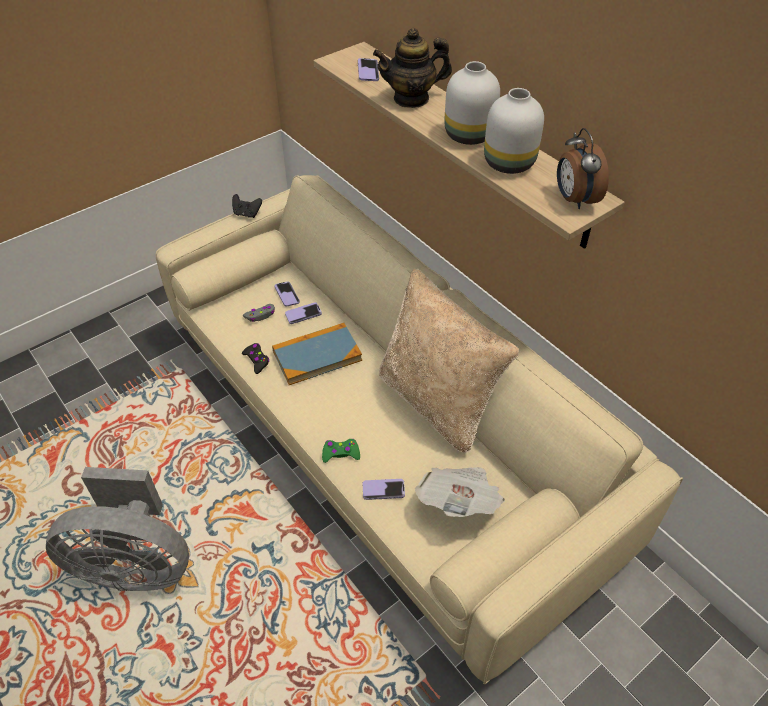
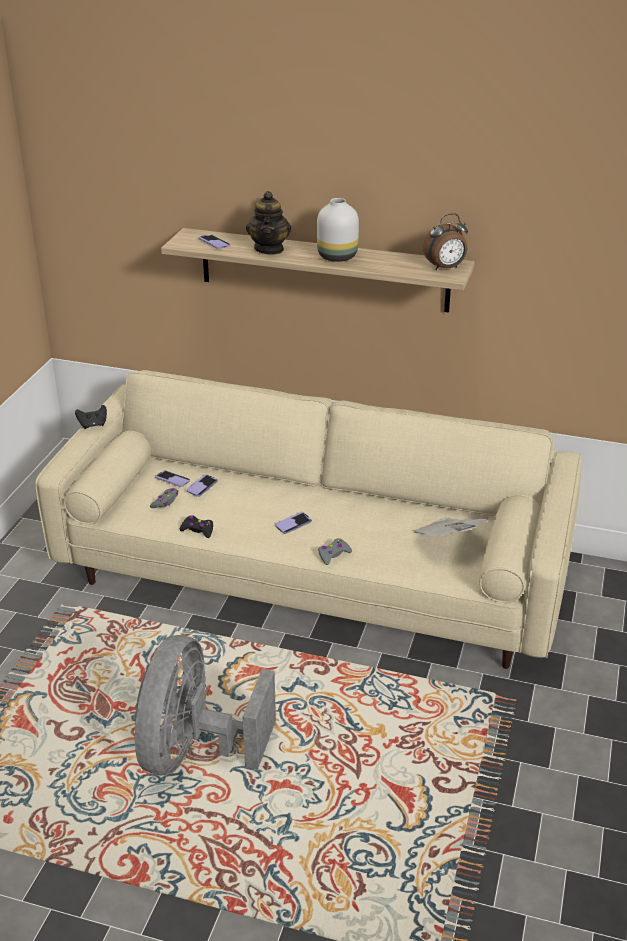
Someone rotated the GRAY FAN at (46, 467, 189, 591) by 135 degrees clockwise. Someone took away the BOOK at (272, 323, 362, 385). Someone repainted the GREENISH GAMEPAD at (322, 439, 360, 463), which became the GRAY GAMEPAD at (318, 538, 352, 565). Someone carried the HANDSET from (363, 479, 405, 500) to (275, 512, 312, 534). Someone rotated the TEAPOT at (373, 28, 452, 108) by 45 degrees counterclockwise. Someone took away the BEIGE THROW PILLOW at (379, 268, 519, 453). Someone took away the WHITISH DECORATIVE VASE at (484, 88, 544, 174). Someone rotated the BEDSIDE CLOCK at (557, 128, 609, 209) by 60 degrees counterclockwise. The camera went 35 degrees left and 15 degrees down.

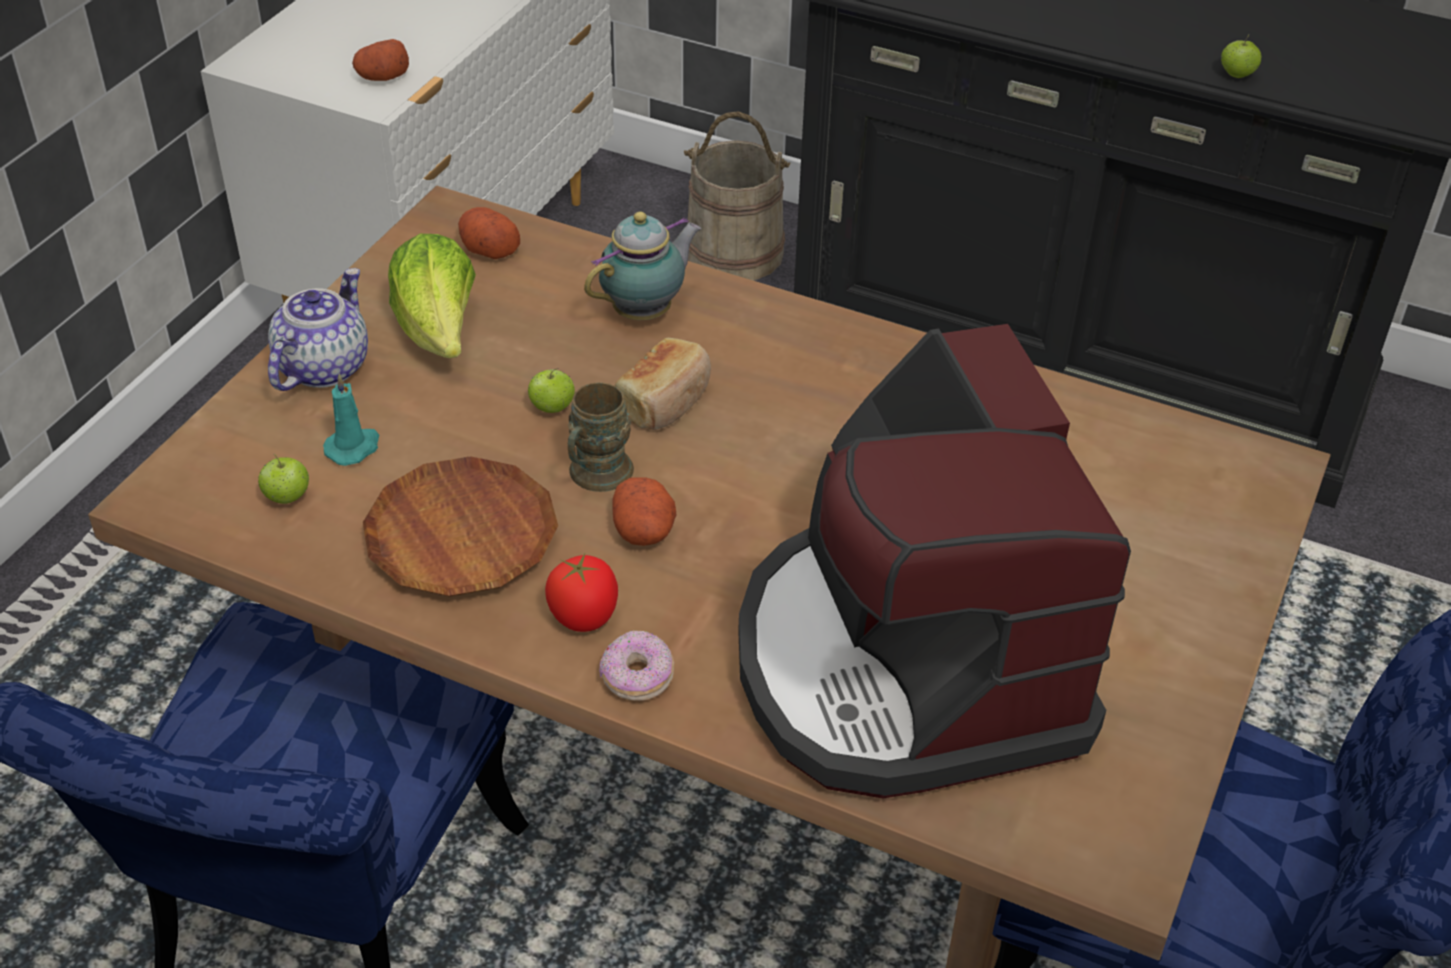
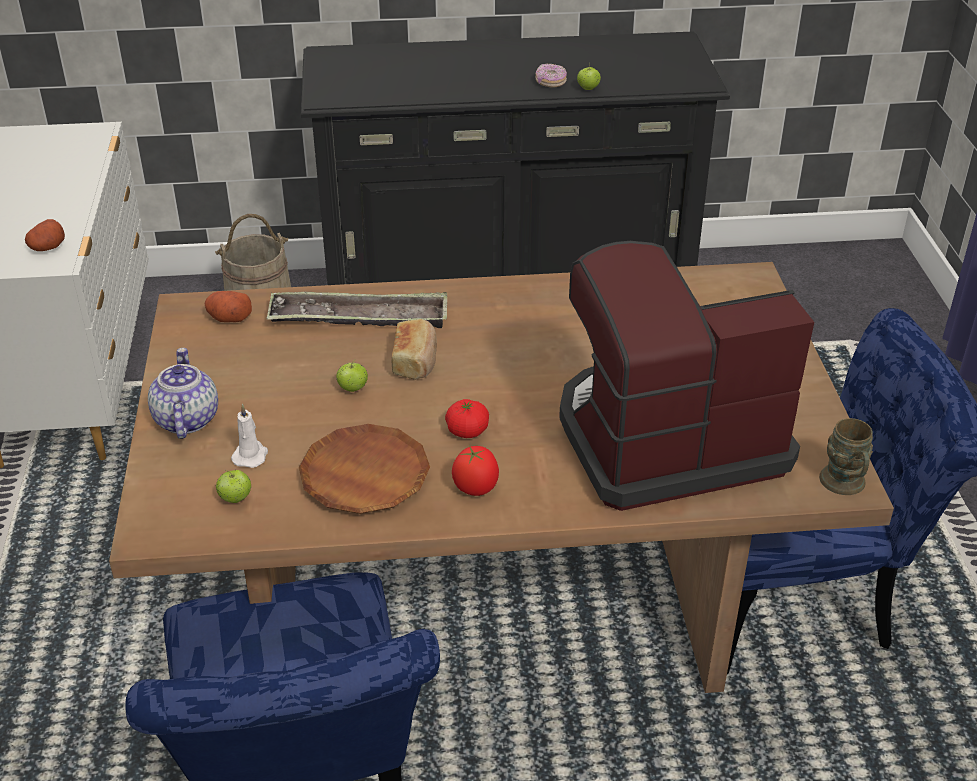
Someone repainted the TURQUOISE CANDLE at (323, 373, 379, 466), which became the WHITISH CANDLE at (231, 404, 268, 468). Someone took away the LETTUCE HEAD at (388, 234, 476, 358). Someone carried the BROWN TEA MUG from (568, 382, 634, 492) to (819, 418, 873, 495). Someone swapped the TEAPOT at (584, 212, 701, 320) for the SERVING TRAY at (266, 292, 447, 328). Someone carried the DOUGHNUT from (599, 631, 674, 701) to (535, 64, 567, 88). Someone swapped the WHOLE POTATO at (612, 477, 676, 546) for the FRESH TOMATO at (445, 399, 489, 438). Someone rotated the COFFEE BREWER at (738, 324, 1131, 798) by 120 degrees clockwise. The camera went 30 degrees left and 5 degrees down.

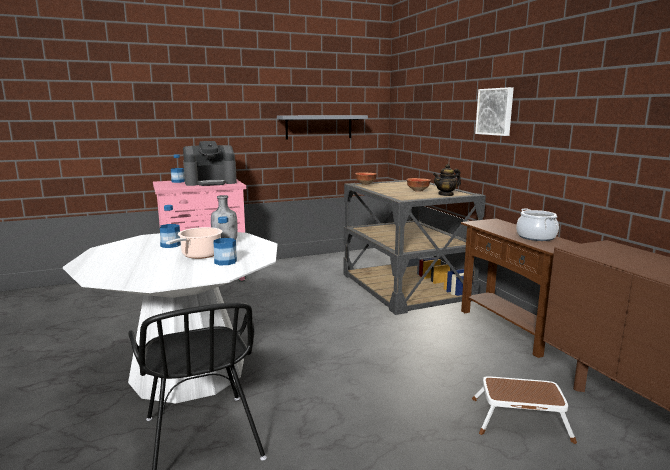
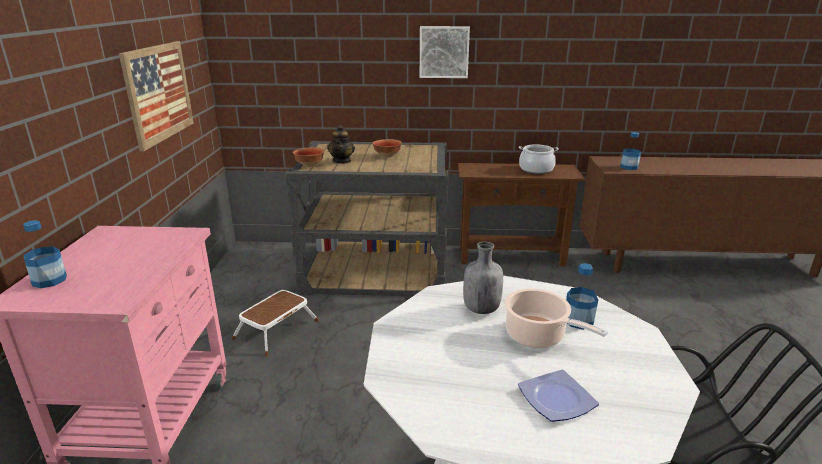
Someone carried the BOTTLE from (160, 205, 181, 248) to (620, 132, 641, 170). Someone took away the COFFEE BREWER at (183, 141, 237, 186). Someone swapped the GRAY WALL SHELF at (277, 115, 368, 140) for the WALL PICTURE at (119, 41, 194, 151). Someone carried the TEAPOT from (433, 164, 461, 196) to (327, 125, 355, 164). Someone carried the BROWN STEP STOOL from (472, 376, 577, 444) to (232, 290, 319, 357). Someone put down the PLATE at (518, 370, 599, 422). The camera went 65 degrees left and 10 degrees up.

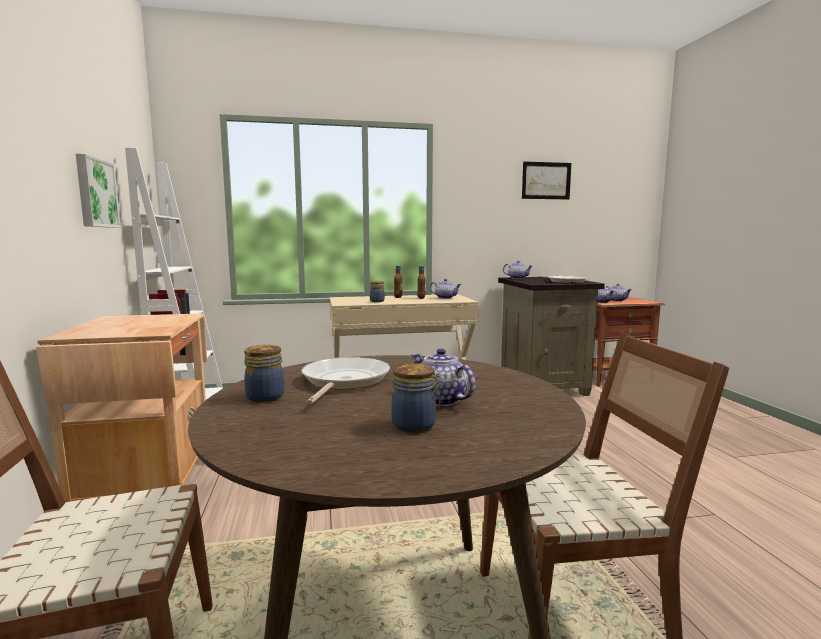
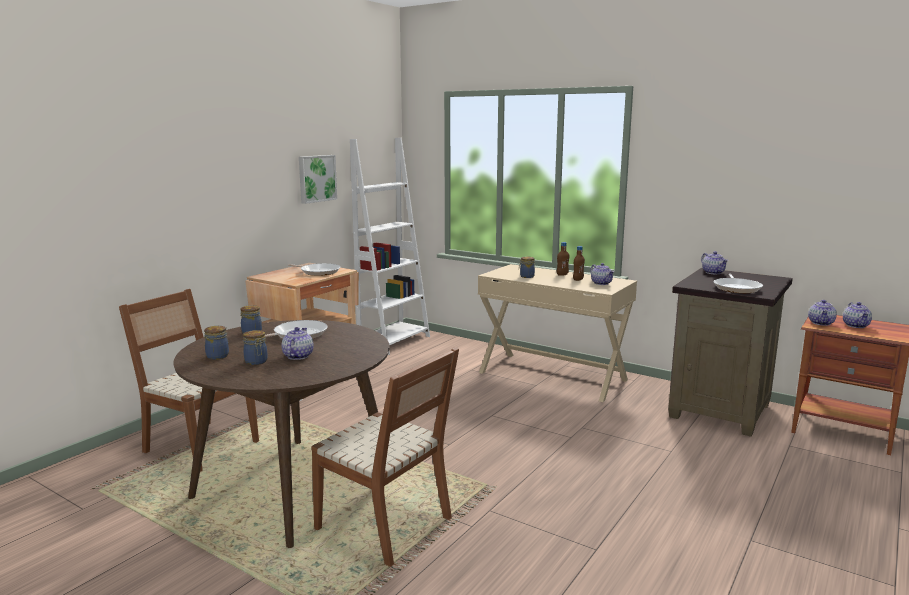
Someone took away the WALL PICTURE at (522, 162, 571, 200). Someone put down the STORAGE JAR at (204, 326, 229, 360). Someone put down the SKILLET at (288, 263, 340, 276). The camera went 45 degrees right and 5 degrees up.

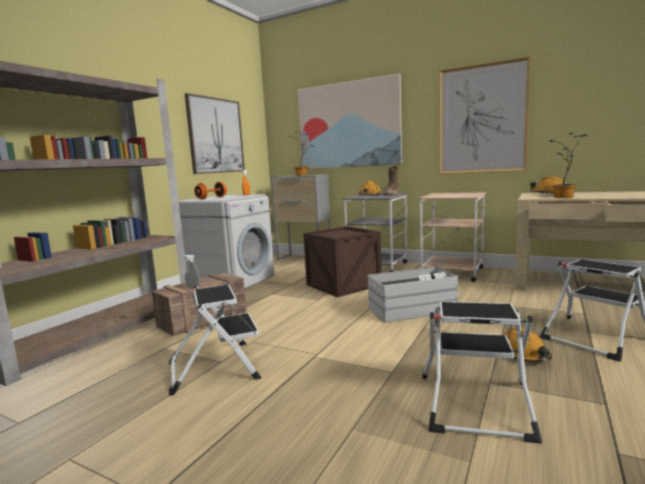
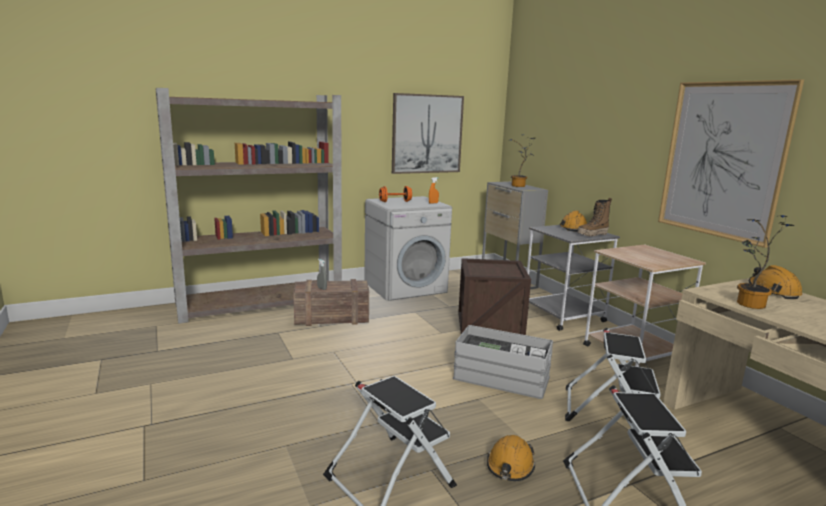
Someone carried the STEP STOOL from (169, 284, 261, 396) to (565, 328, 661, 421). Someone took away the WALL PICTURE at (297, 73, 402, 169). The camera went 35 degrees right and 5 degrees up.

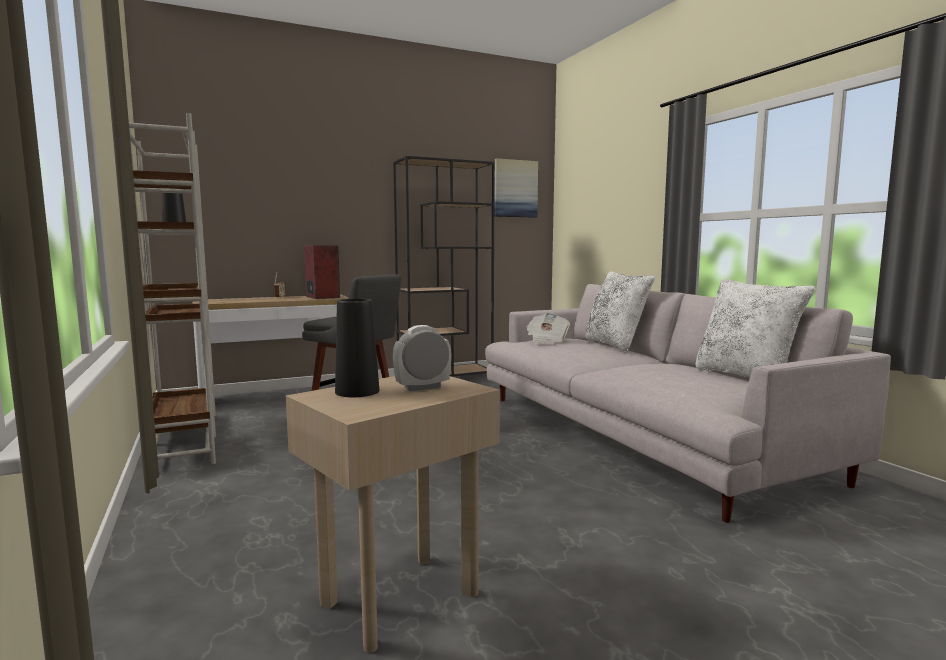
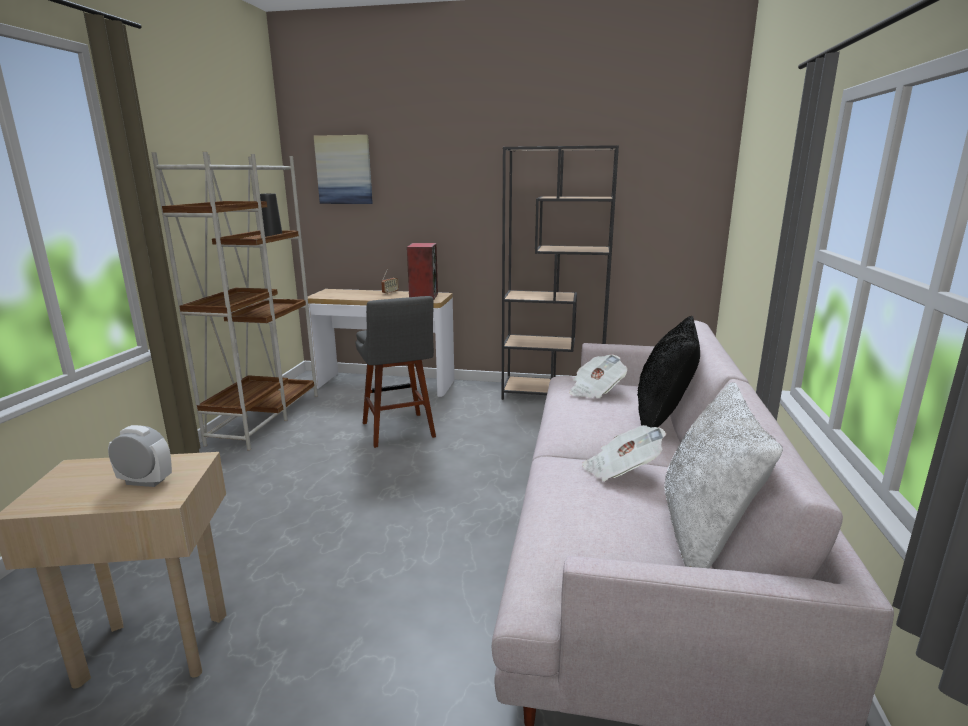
Someone took away the BLACK-COLOURED DECORATIVE VASE at (335, 299, 379, 397). Someone carried the WALL PICTURE from (494, 158, 538, 218) to (314, 135, 373, 204). Someone repainted the WHITISH THROW PILLOW at (586, 272, 655, 352), which became the BLACK-COLOURED THROW PILLOW at (637, 316, 700, 428). Someone put down the DAILY PAPER at (582, 425, 666, 481). The camera went 35 degrees right and 10 degrees up.

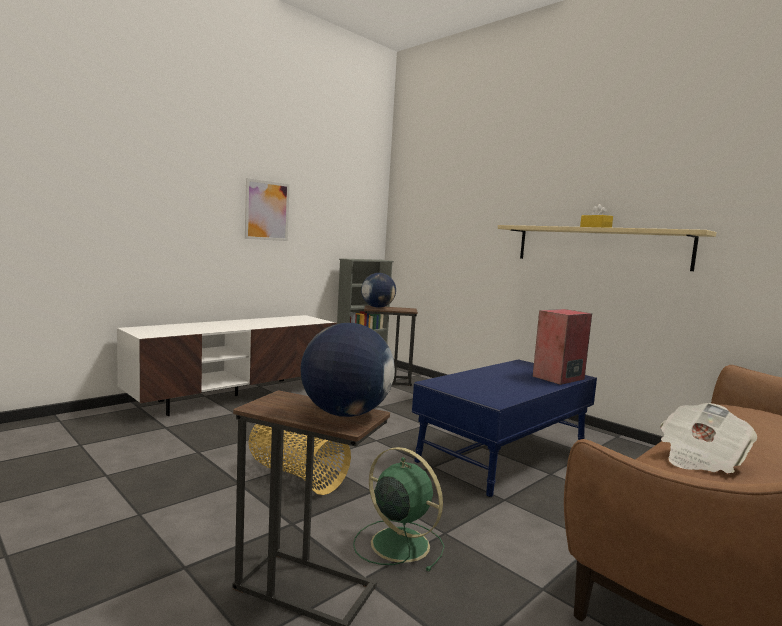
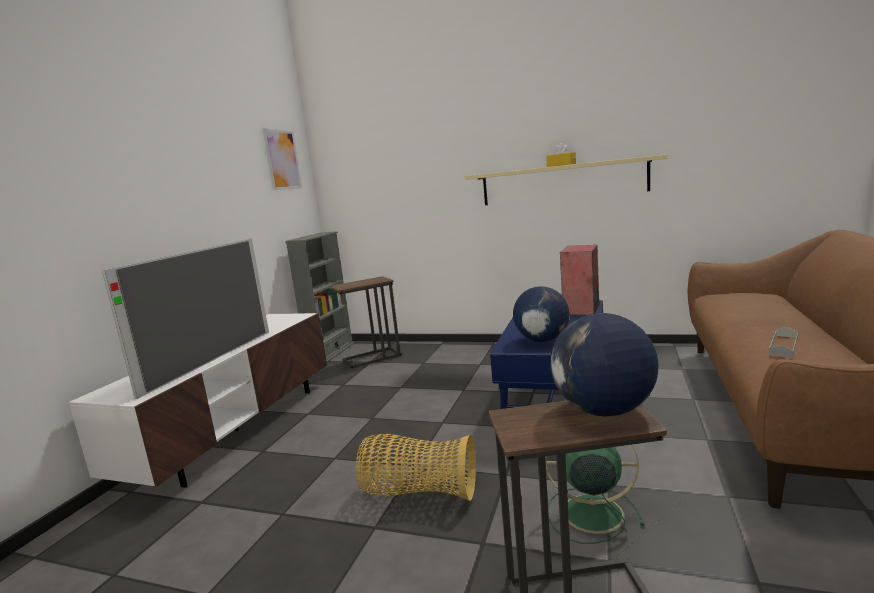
Someone carried the WALL PICTURE from (245, 178, 290, 241) to (263, 128, 302, 190). Someone carried the DESK GLOBE from (361, 273, 396, 308) to (513, 286, 570, 342). Someone swapped the DAILY PAPER at (660, 403, 758, 473) for the GRAY SERVING TRAY at (769, 327, 798, 357). Someone put down the TELEVISION at (102, 239, 269, 399). The camera went 25 degrees left and 5 degrees up.

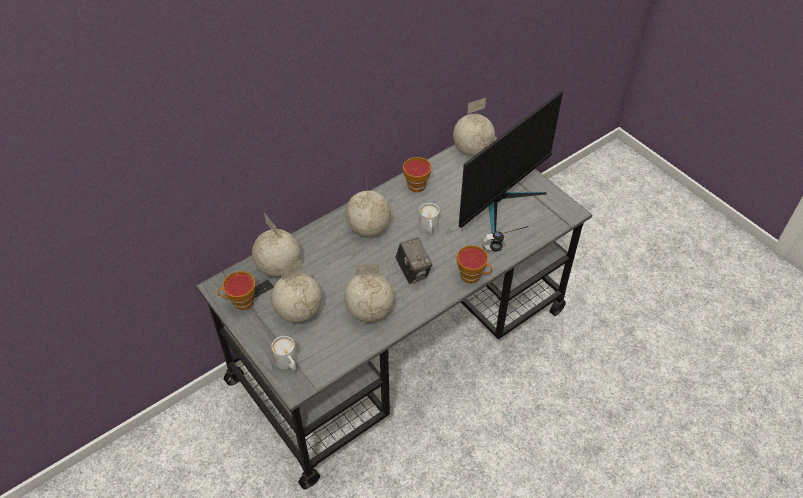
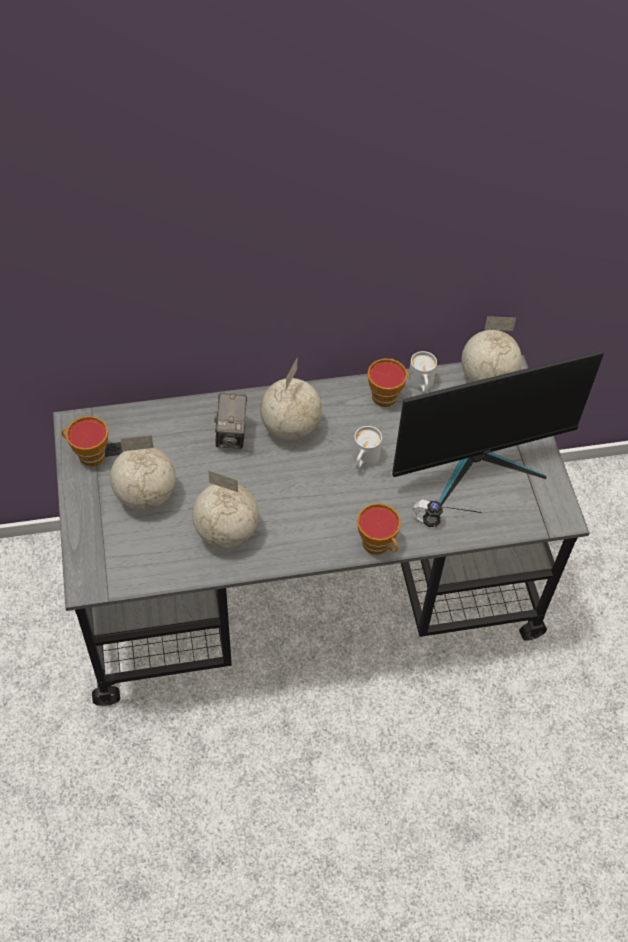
Someone took away the DESK GLOBE at (252, 213, 300, 277). Someone carried the WHITISH TEA MUG from (272, 336, 297, 371) to (408, 351, 437, 394). Someone carried the STILL CAMERA from (396, 237, 433, 284) to (214, 393, 247, 449). The camera went 25 degrees right and 5 degrees up.

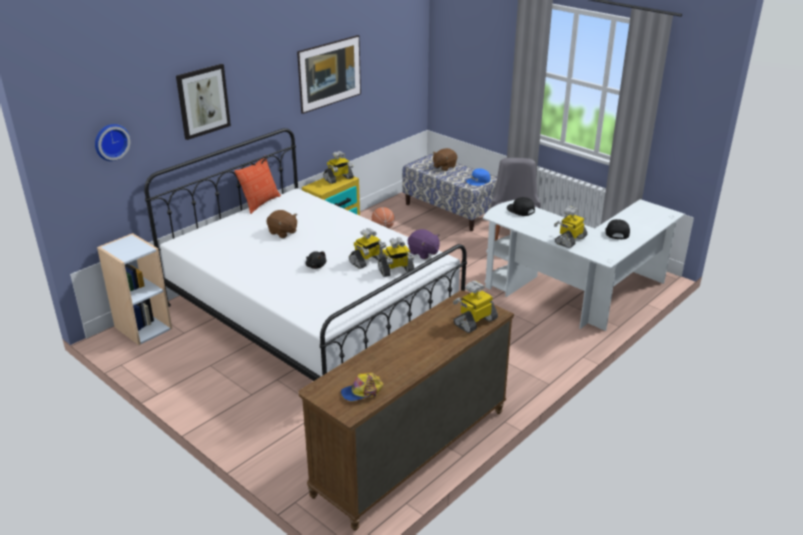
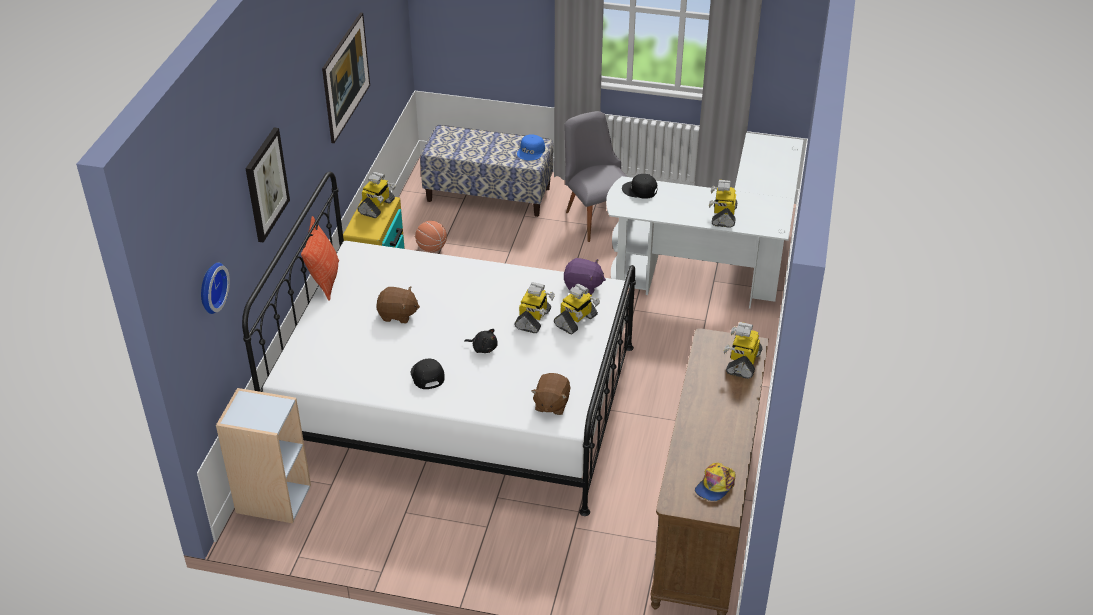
Someone carried the BROWN SOFT TOY from (432, 148, 457, 171) to (531, 373, 570, 415). Someone carried the BLACK-COLOURED BASEBALL CAP from (606, 219, 630, 239) to (411, 359, 445, 389). The camera went 30 degrees left and 10 degrees up.

